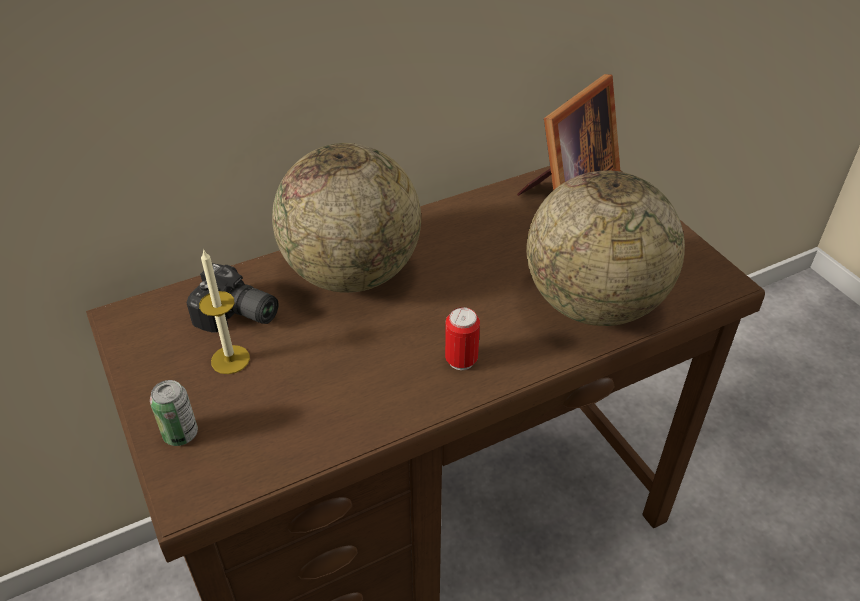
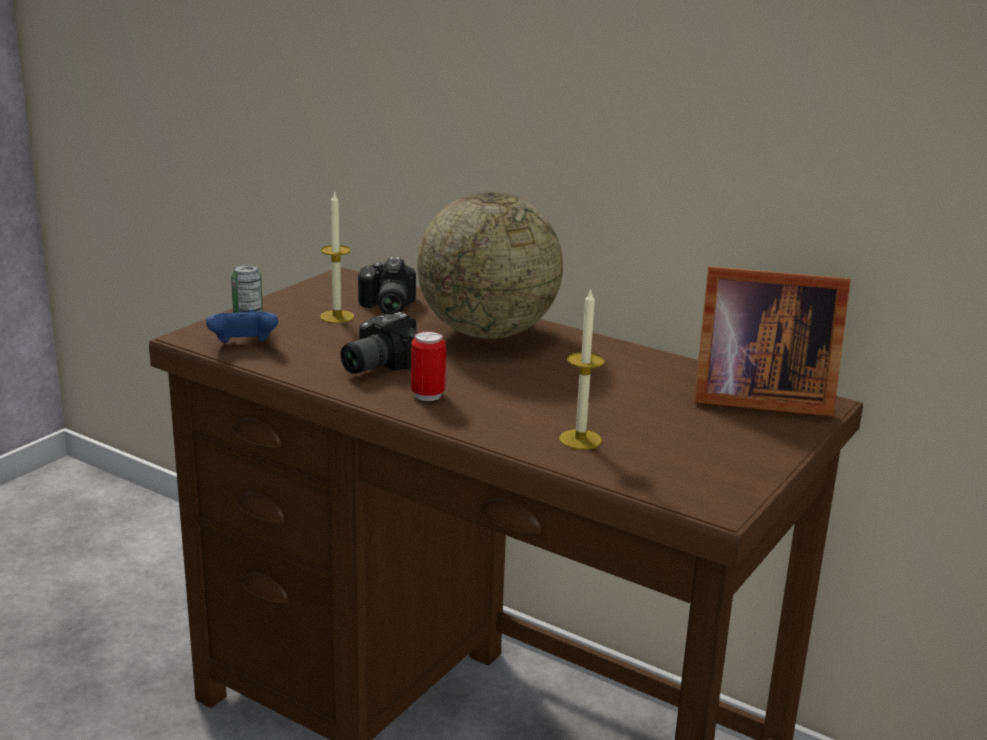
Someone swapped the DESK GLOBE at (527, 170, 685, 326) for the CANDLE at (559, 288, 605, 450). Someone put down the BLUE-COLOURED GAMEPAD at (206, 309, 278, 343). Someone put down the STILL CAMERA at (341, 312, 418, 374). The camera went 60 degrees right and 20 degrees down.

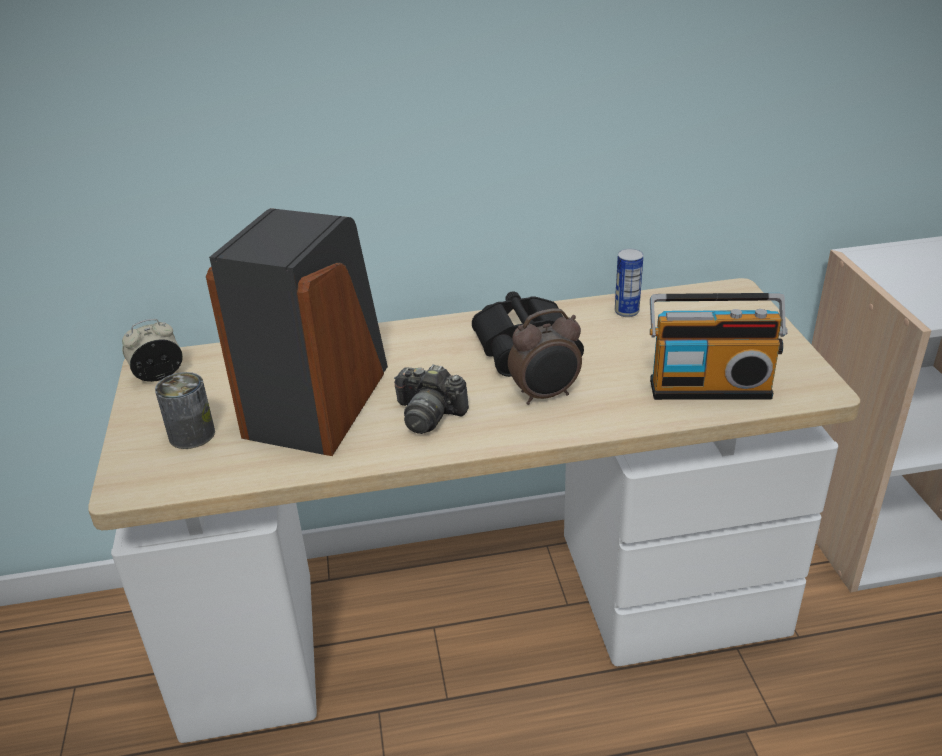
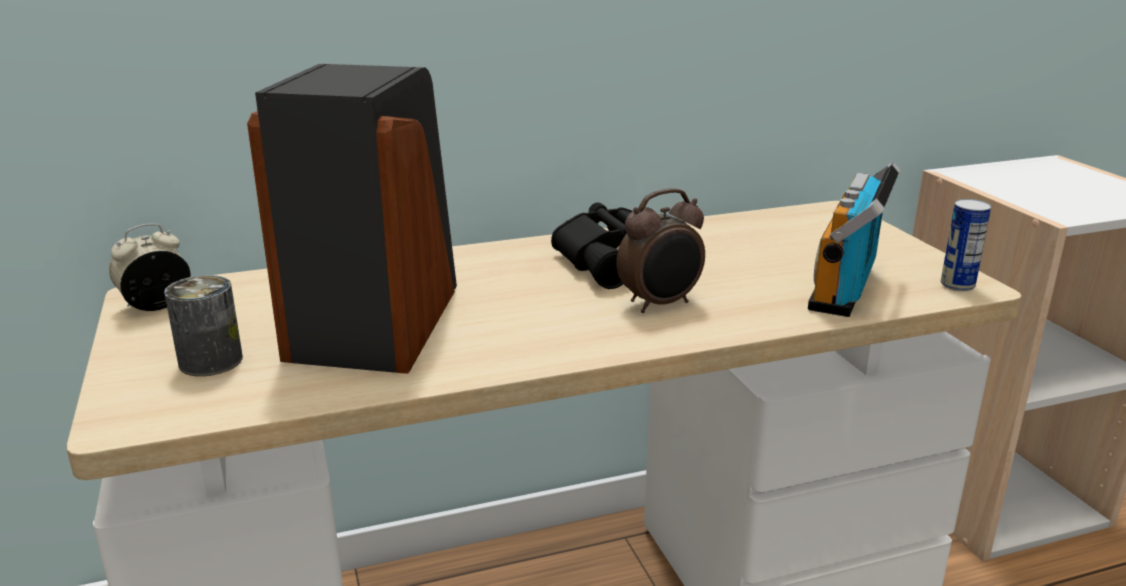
Someone took away the STILL CAMERA at (394, 364, 469, 434). Someone carried the SEALED CAN from (615, 248, 643, 317) to (941, 199, 991, 291). Someone rotated the RADIO at (650, 293, 788, 400) by 120 degrees clockwise. The camera went 10 degrees left and 10 degrees down.

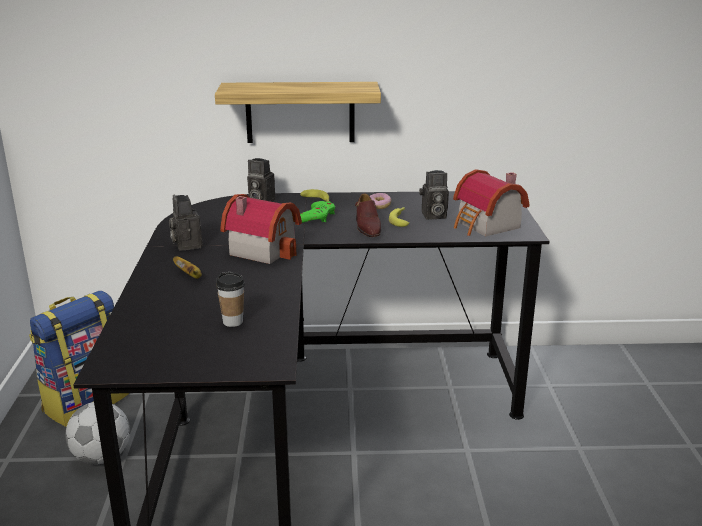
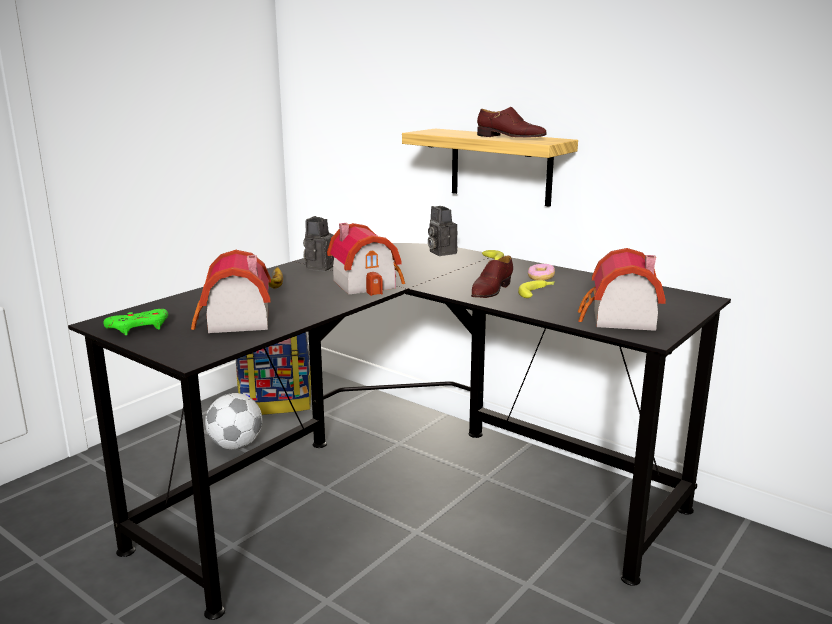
Someone swapped the DRINKING CUP at (216, 272, 245, 327) for the TOY HOUSE at (191, 250, 271, 333). Someone carried the GREENISH GAMEPAD from (300, 201, 335, 223) to (103, 309, 168, 335). Someone took away the STILL CAMERA at (419, 170, 449, 220). Someone put down the BROWN SHOE at (477, 107, 547, 138). The camera went 40 degrees right and 5 degrees down.

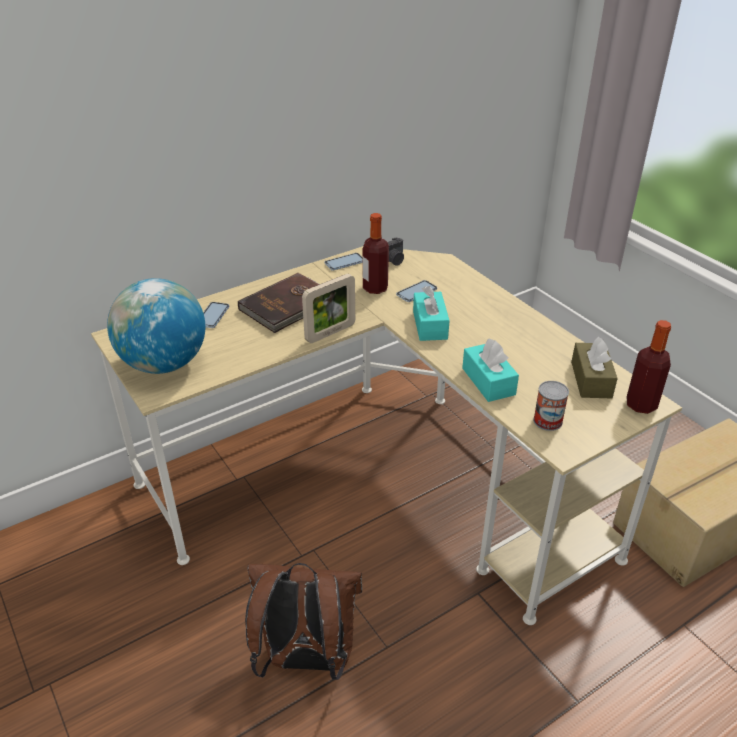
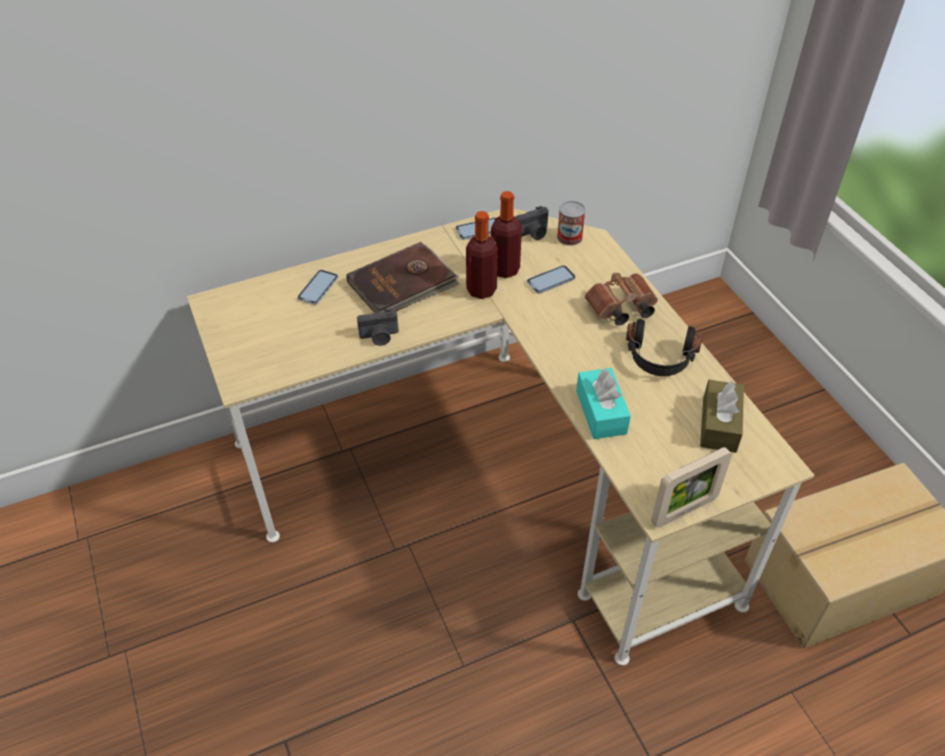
Someone took away the DESK GLOBE at (107, 278, 205, 374). Someone took away the BROWN KNAPSACK at (245, 563, 362, 680). Someone carried the PHOTO FRAME from (302, 274, 355, 343) to (651, 447, 732, 528). Someone took away the TURQUOISE TISSUE HOLDER at (413, 286, 450, 341). Someone carried the SEALED CAN from (533, 381, 569, 431) to (557, 201, 586, 246). Someone carried the BOTTLE from (627, 320, 671, 414) to (466, 211, 498, 299). Someone put down the STILL CAMERA at (357, 309, 399, 346). Someone put down the BROWN PAIR OF BINOCULARS at (585, 273, 658, 326). Someone put down the BLACK-COLOURED HEADSET at (626, 319, 703, 376). The camera went 10 degrees right and 10 degrees up.

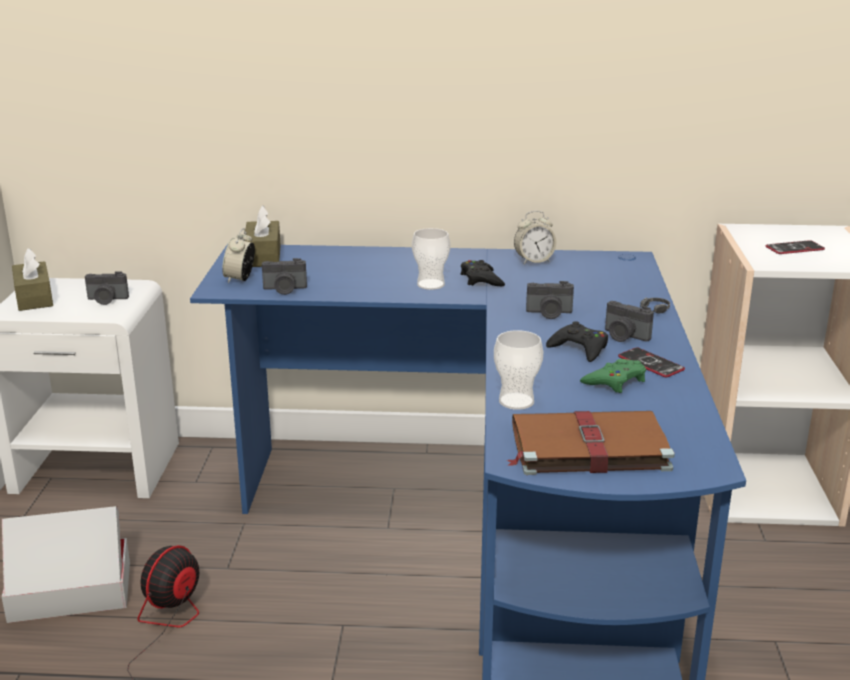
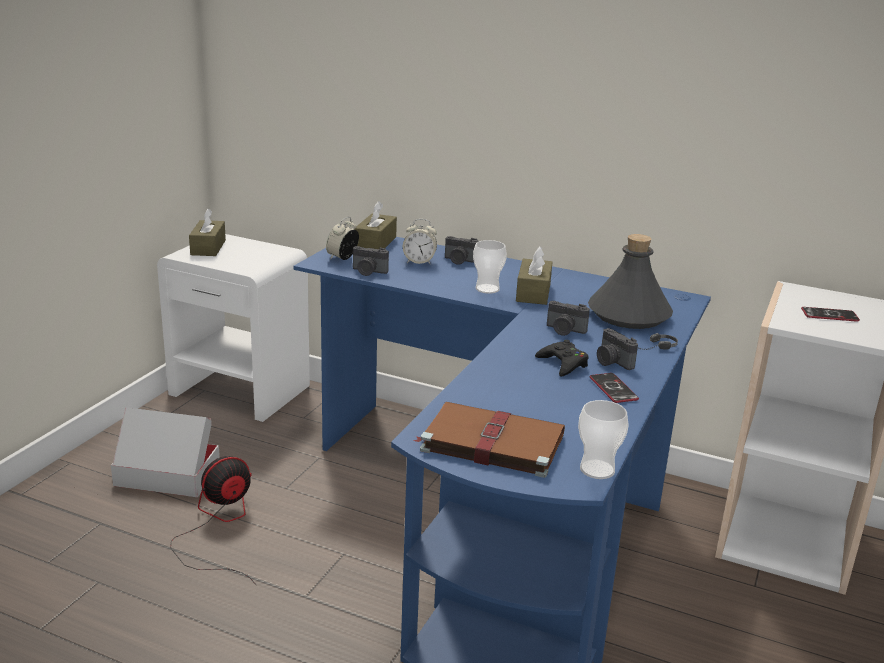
Someone carried the STILL CAMERA from (85, 271, 129, 305) to (445, 236, 479, 265). Someone swapped the BLACK-COLOURED GAMEPAD at (461, 260, 505, 286) for the BROWN TISSUE HOLDER at (516, 246, 553, 305). Someone carried the DRINKING CUP from (494, 330, 543, 410) to (578, 400, 629, 479). Someone carried the BEDSIDE CLOCK from (514, 211, 556, 264) to (403, 219, 437, 265). Someone took away the GREENISH GAMEPAD at (580, 359, 646, 393). Someone put down the GRAY BOTTLE at (588, 234, 673, 329). The camera went 20 degrees right and 0 degrees up.

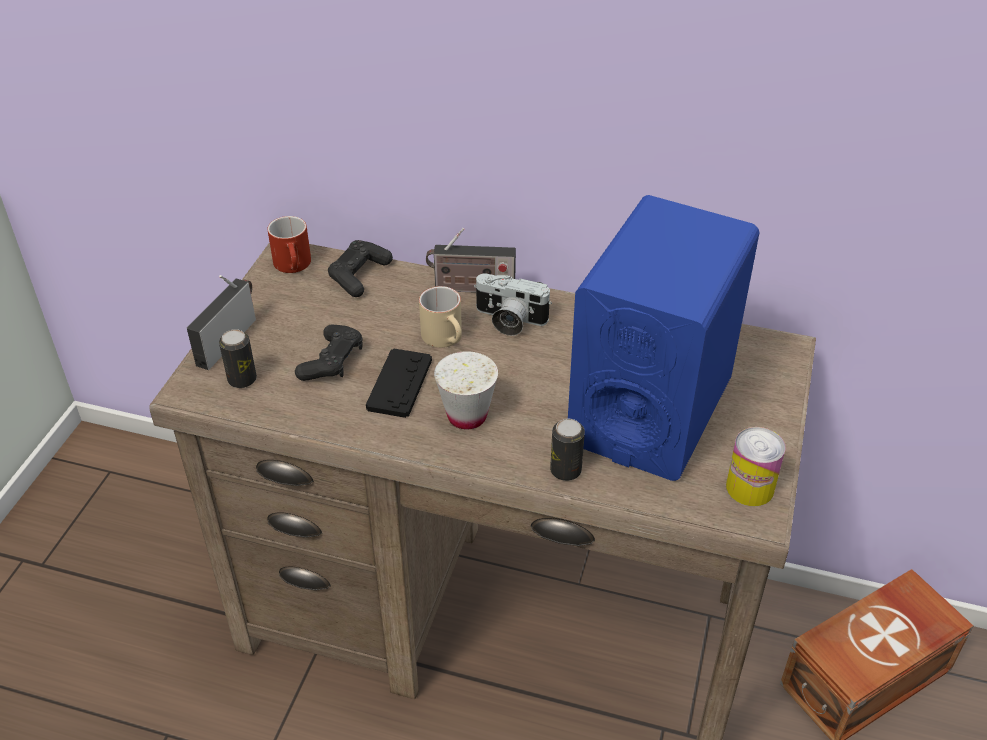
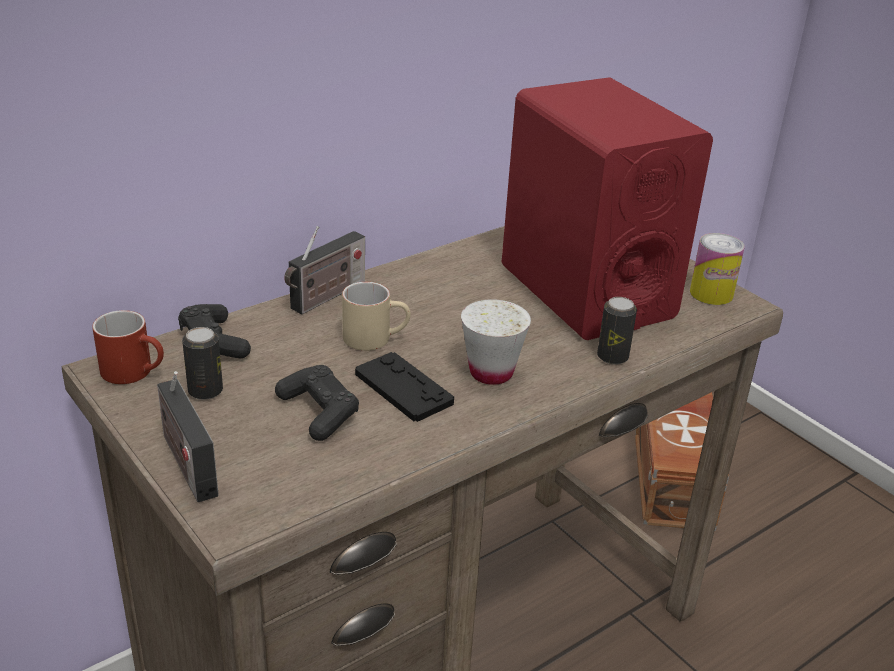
Someone carried the SEALED CAN from (219, 329, 257, 388) to (182, 327, 223, 400). Someone took away the STILL CAMERA at (474, 273, 552, 336). Someone repainted the BLUE-COLOURED LOUDSPEAKER at (568, 195, 760, 481), which became the REDDISH LOUDSPEAKER at (502, 77, 713, 340). The camera went 55 degrees left and 10 degrees down.

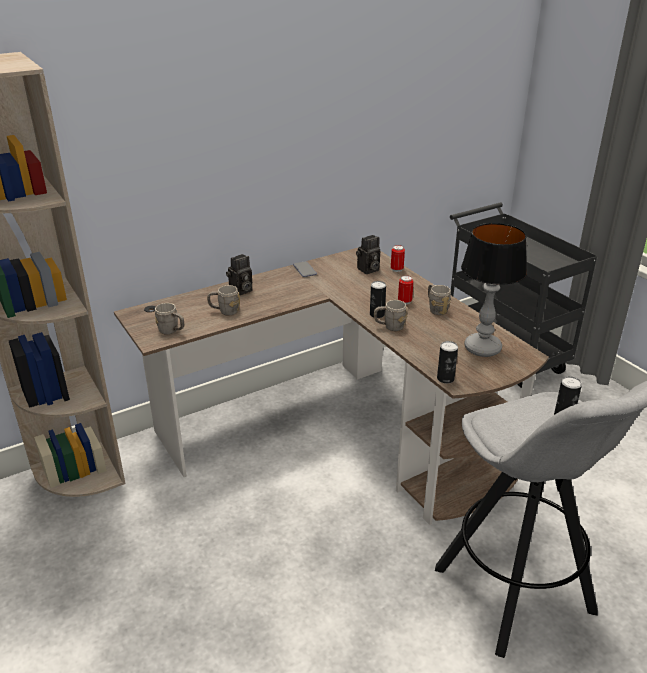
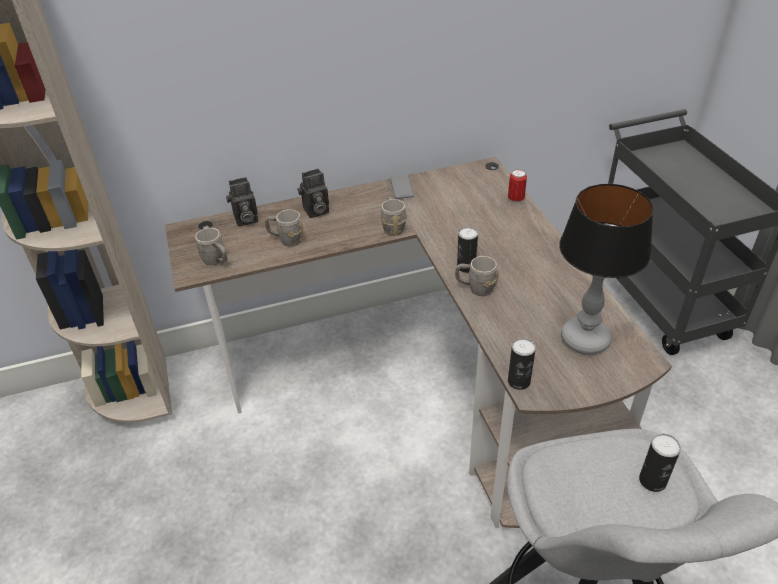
Someone carried the STILL CAMERA from (356, 235, 380, 274) to (226, 177, 258, 226). Someone took away the SEALED CAN at (398, 275, 414, 305). Someone carried the GRAY TEA MUG from (428, 284, 451, 315) to (381, 197, 407, 236). The camera went 15 degrees right and 10 degrees up.

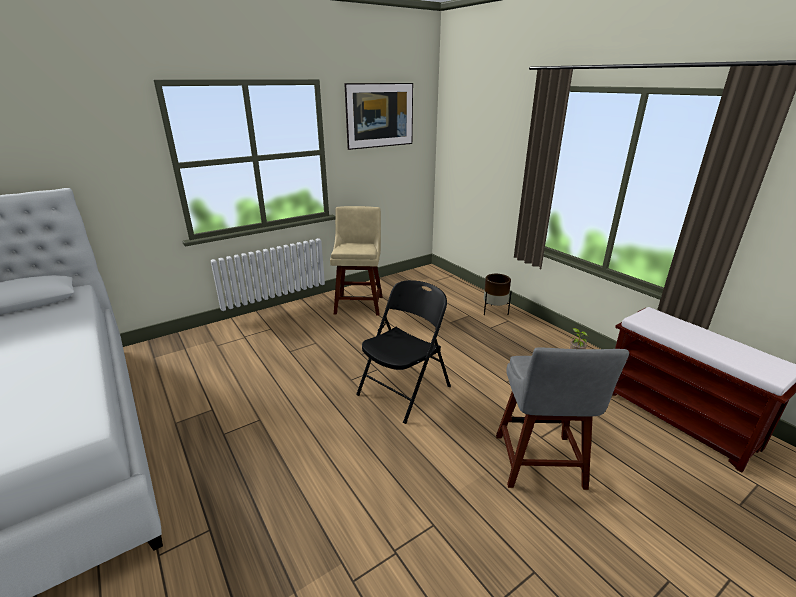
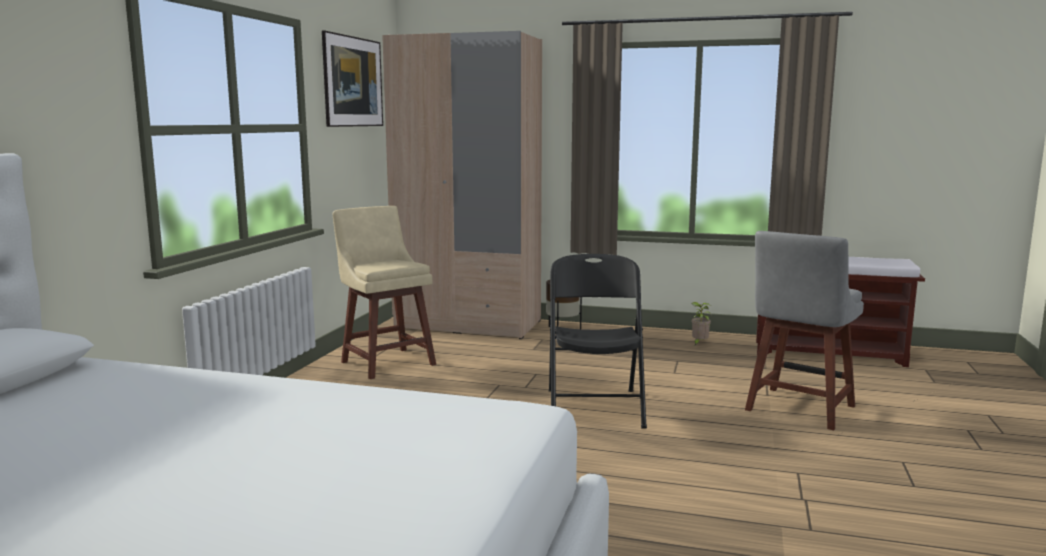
Someone rotated the GRAY UPRIGHT CHAIR at (496, 348, 629, 490) by 75 degrees clockwise. Someone put down the BEIGE CLOTHES CUPBOARD at (382, 31, 542, 339). The camera went 40 degrees left and 15 degrees down.

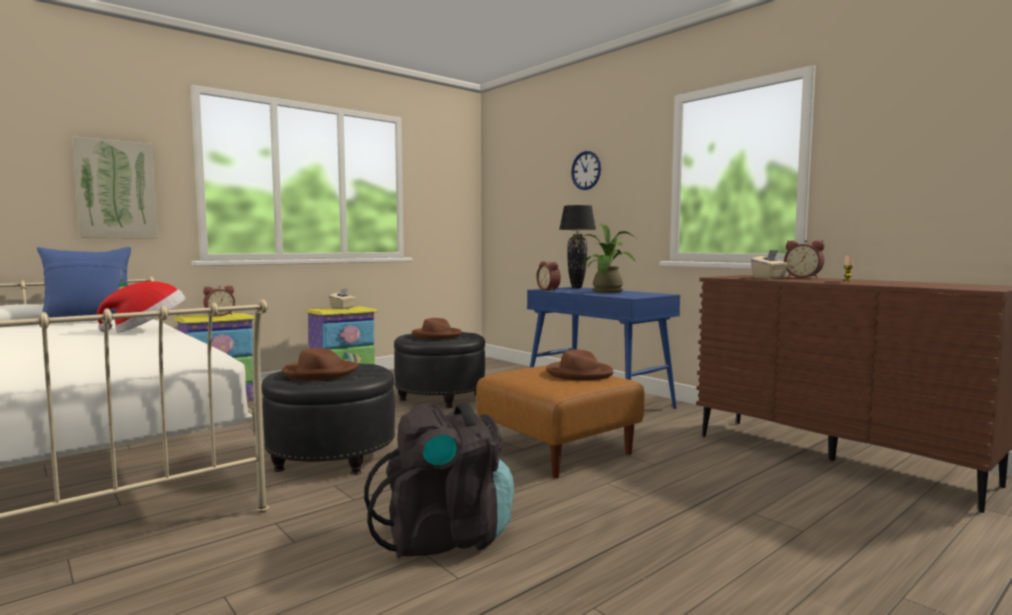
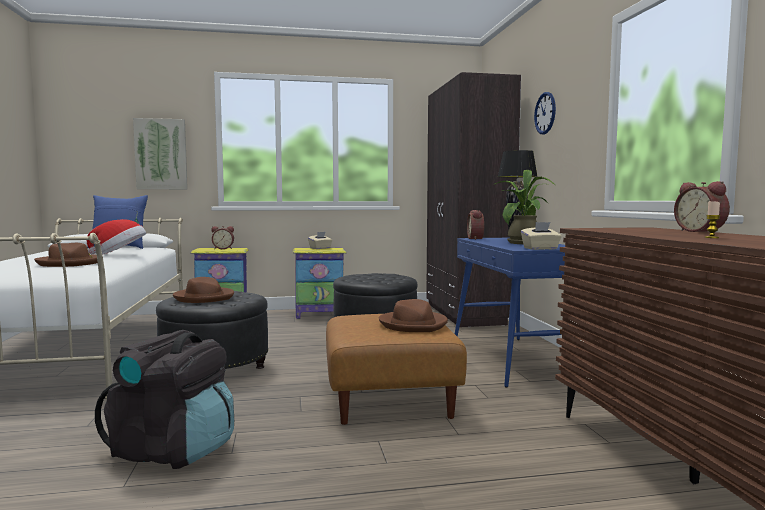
Someone carried the BROWN WEARABLE HAT from (412, 318, 462, 339) to (34, 243, 98, 267). Someone carried the BEIGE TISSUE HOLDER from (751, 250, 789, 279) to (521, 222, 562, 250). Someone put down the BROWN CLOTHES CUPBOARD at (426, 72, 521, 327). The camera went 30 degrees right and 0 degrees up.

